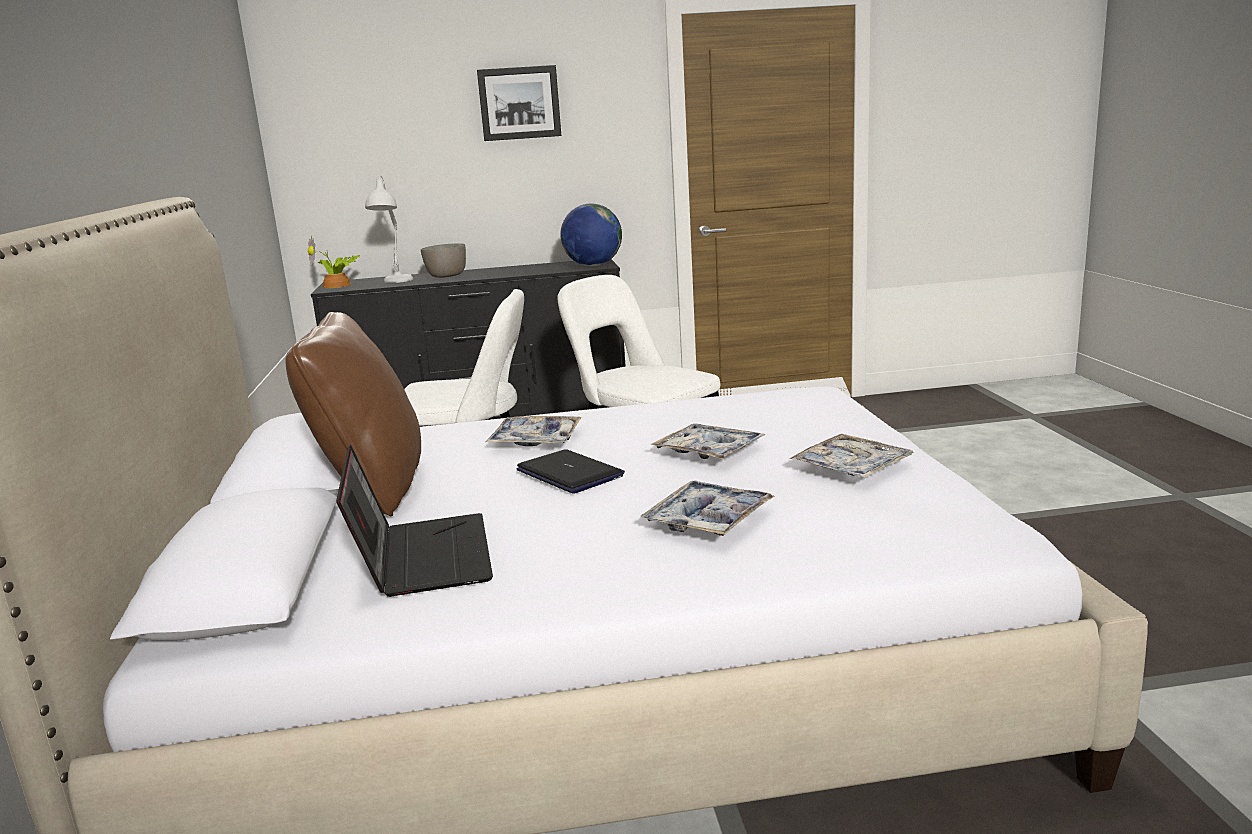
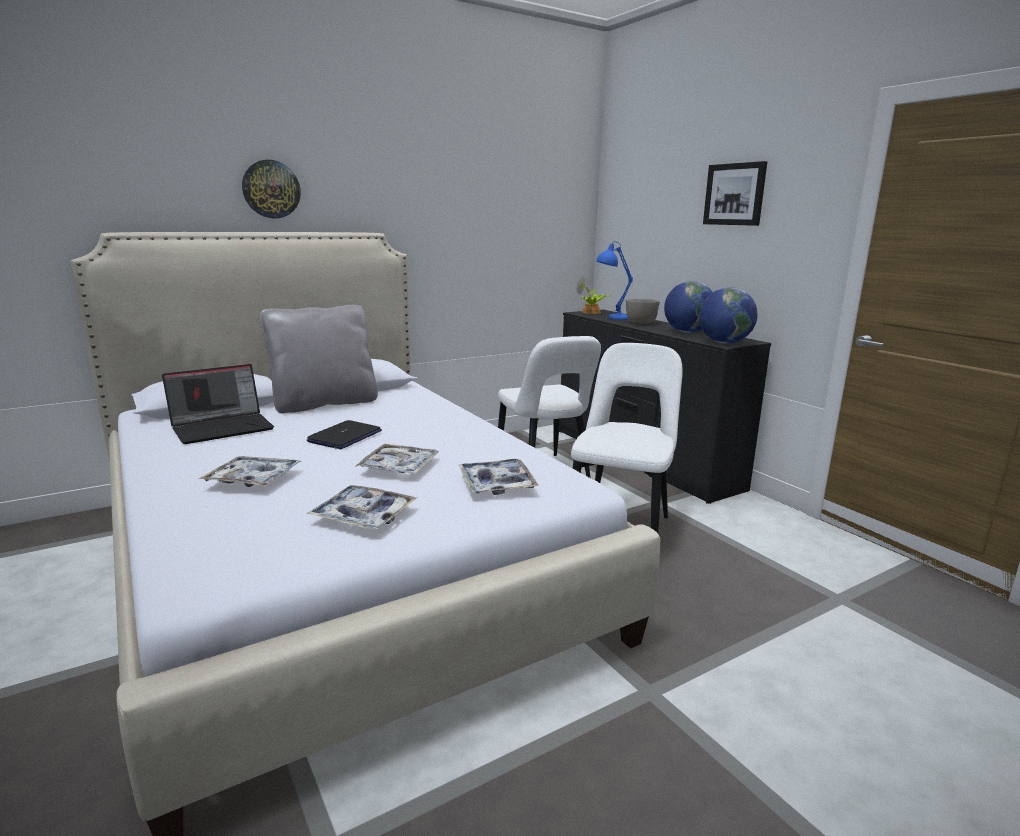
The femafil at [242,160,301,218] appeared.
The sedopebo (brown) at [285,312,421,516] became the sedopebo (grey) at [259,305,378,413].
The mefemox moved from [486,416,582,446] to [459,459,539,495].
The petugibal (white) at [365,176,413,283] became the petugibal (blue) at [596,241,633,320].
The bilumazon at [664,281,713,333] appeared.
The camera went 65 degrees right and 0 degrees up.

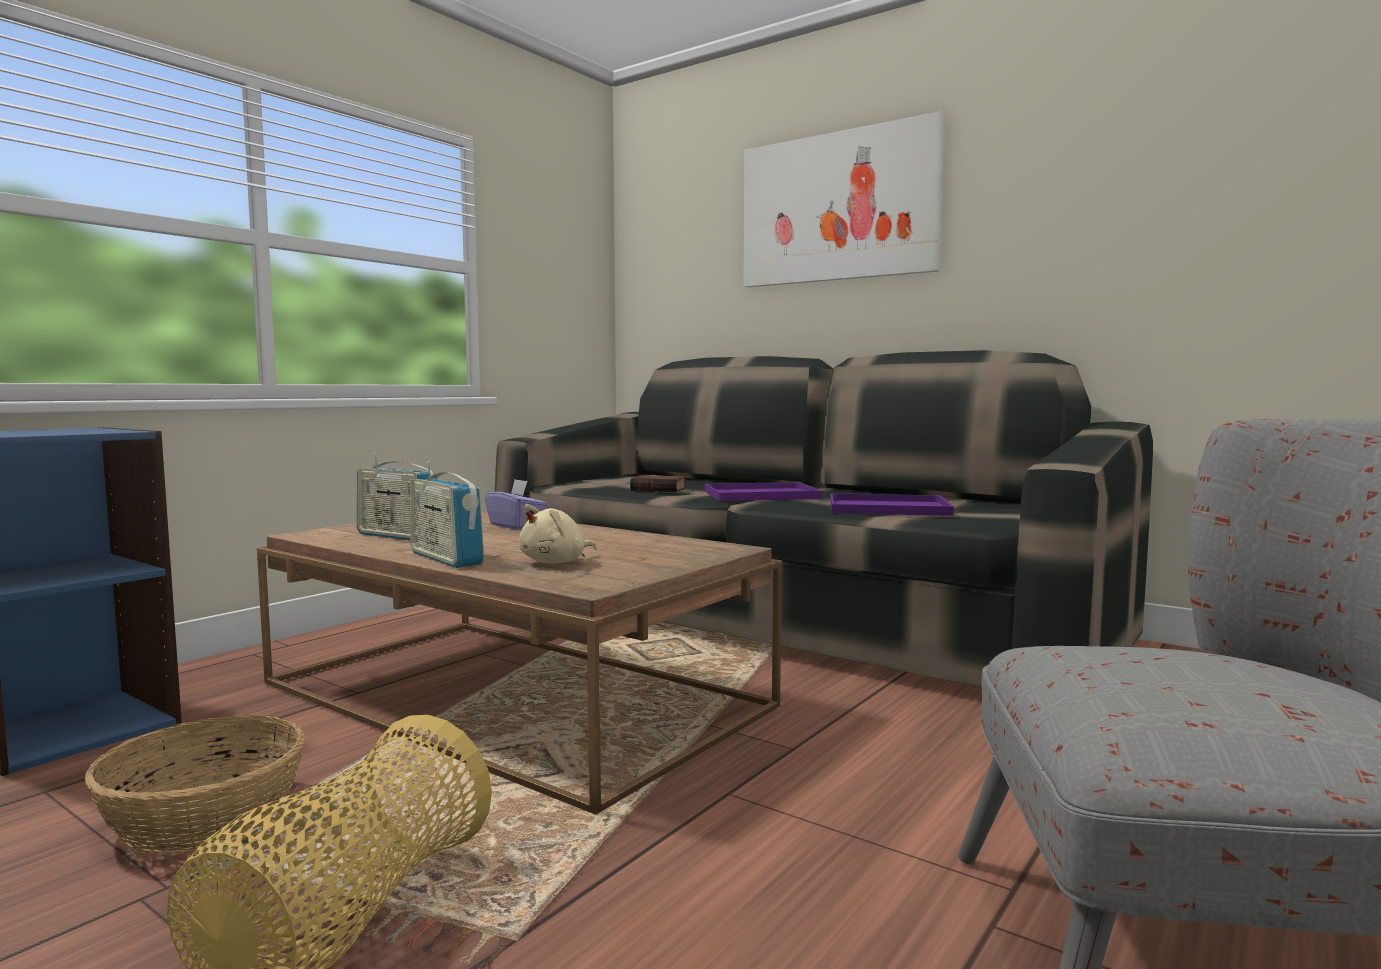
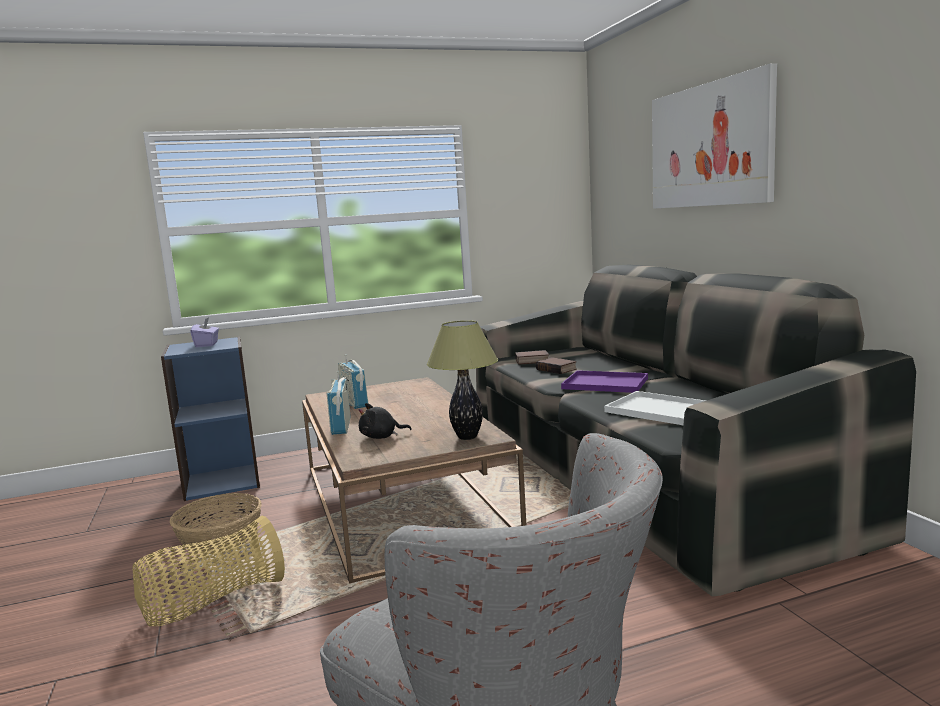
The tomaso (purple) moved from [485,479,548,530] to [190,317,219,347].
The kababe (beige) at [519,504,597,564] became the kababe (black) at [358,403,412,439].
The petugibal at [427,320,498,440] appeared.
The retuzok at [515,350,549,365] appeared.
The mefemox (purple) at [830,493,954,516] became the mefemox (white) at [604,391,706,425].
The camera went 35 degrees right and 5 degrees up.

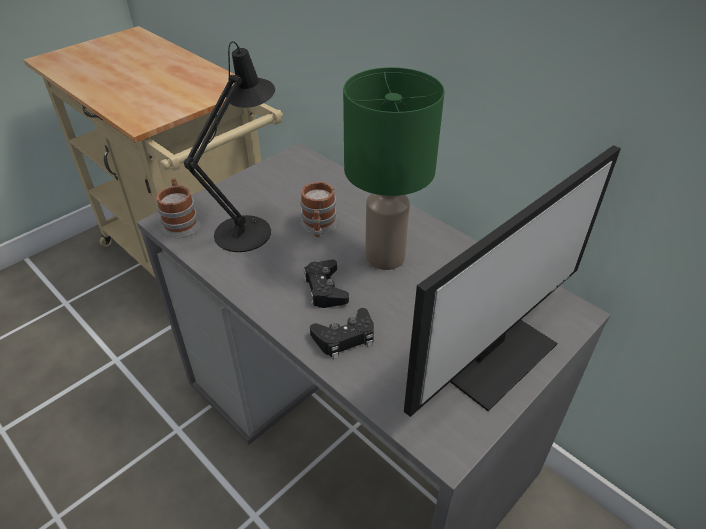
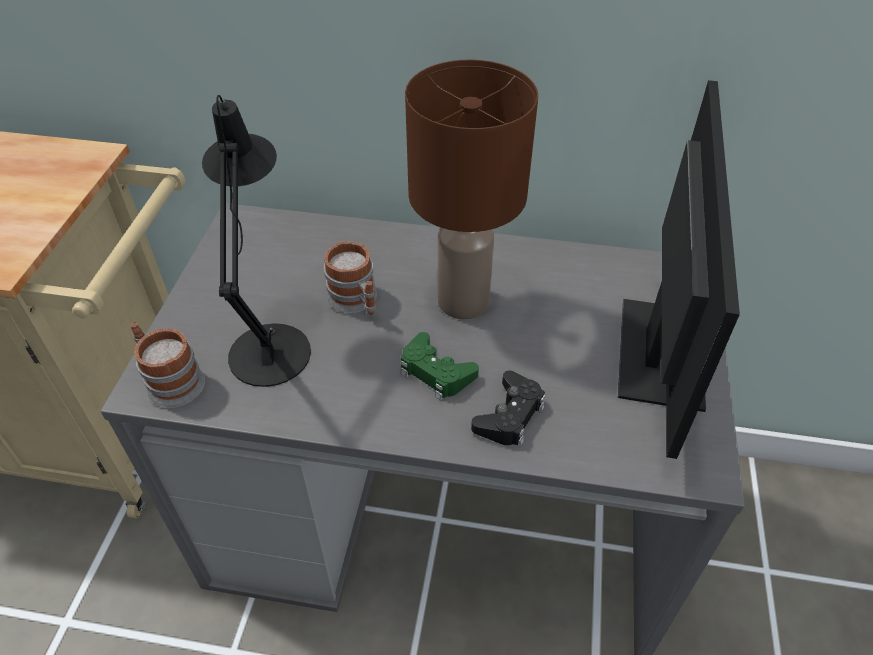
The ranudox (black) at [304,259,349,308] became the ranudox (green) at [401,332,479,400].
The petugibal (green) at [343,67,444,270] became the petugibal (brown) at [405,60,538,319].
The camera went 35 degrees left and 5 degrees up.

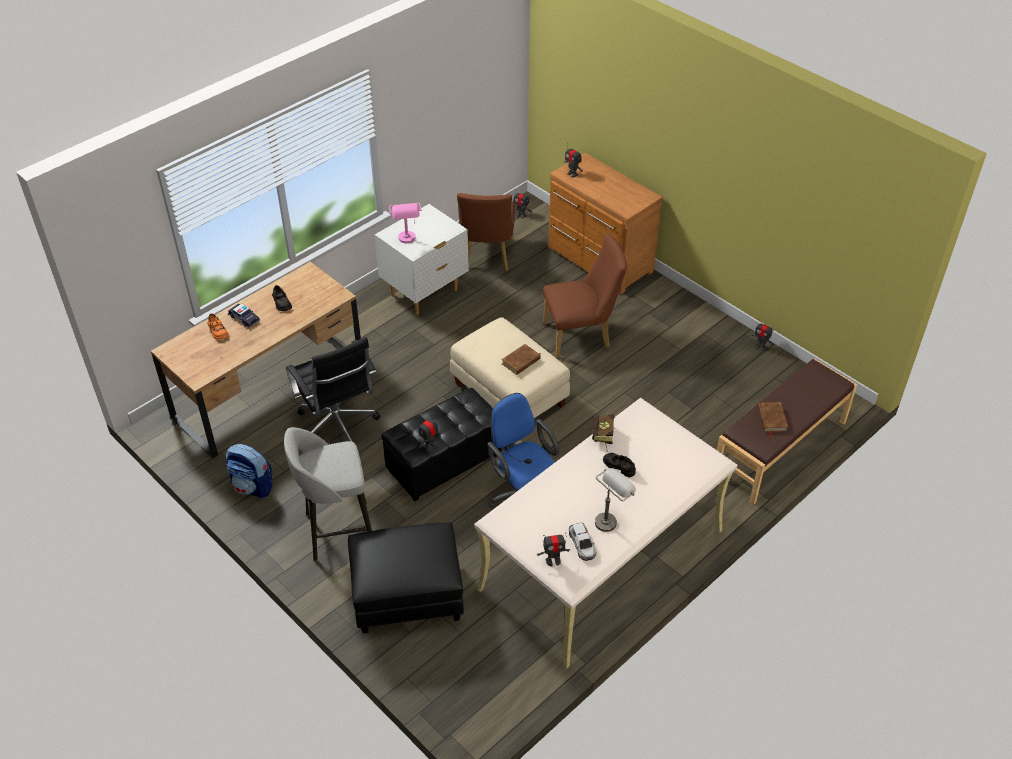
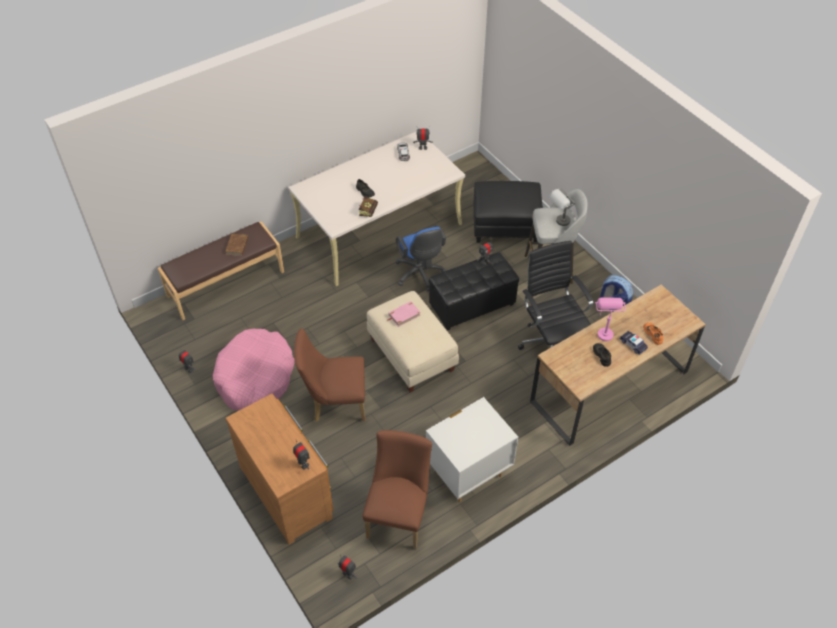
The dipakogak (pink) at [213,329,295,410] appeared.
The retuzok (brown) at [502,344,541,375] became the retuzok (pink) at [387,301,421,327].
The petugibal (grey) moved from [595,468,636,532] to [549,188,575,226].
The petugibal (pink) moved from [389,203,422,243] to [595,298,626,341].
The camera went 170 degrees left and 5 degrees up.

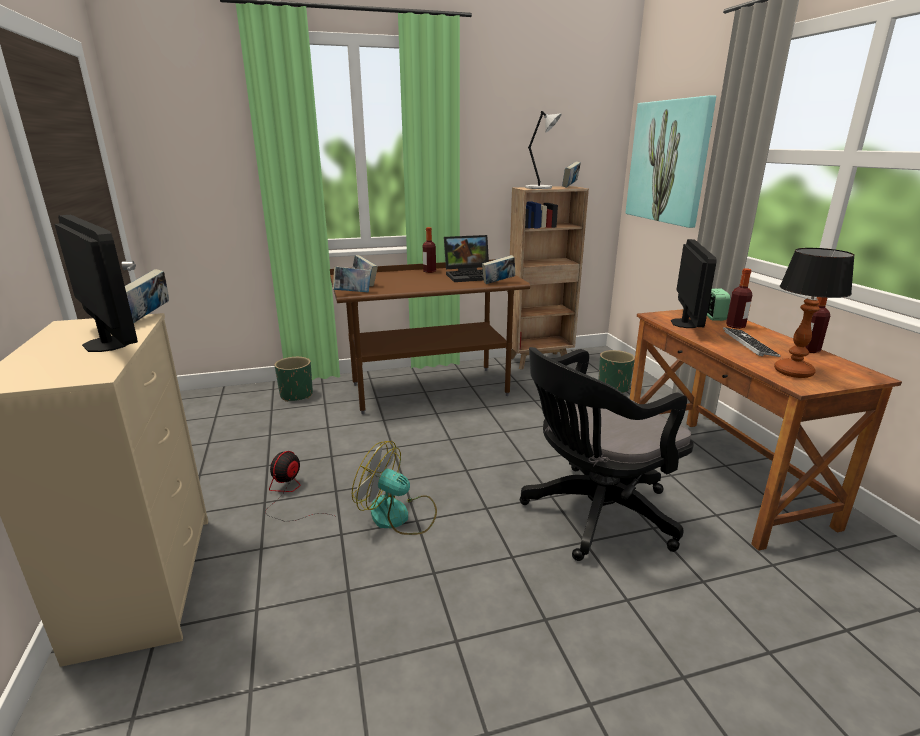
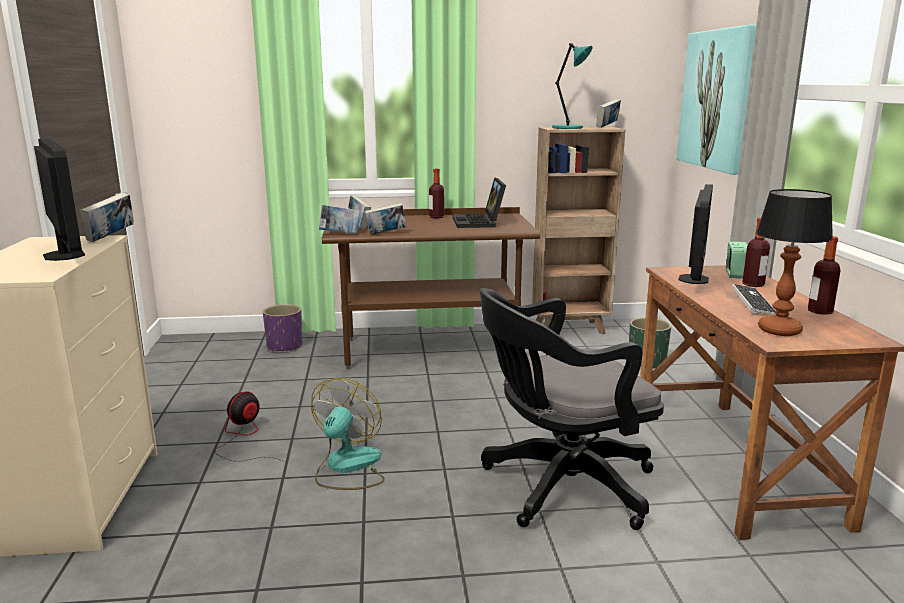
The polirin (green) at [275,357,313,402] became the polirin (purple) at [263,304,302,352].
The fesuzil at [352,441,437,535] turned 75 degrees clockwise.
The retuzok moved from [482,255,515,284] to [365,203,407,235].
The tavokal at [444,235,489,282] turned 90 degrees clockwise.
The petugibal (grey) at [525,111,562,189] became the petugibal (turquoise) at [552,43,593,129].
The camera went 10 degrees right and 5 degrees down.

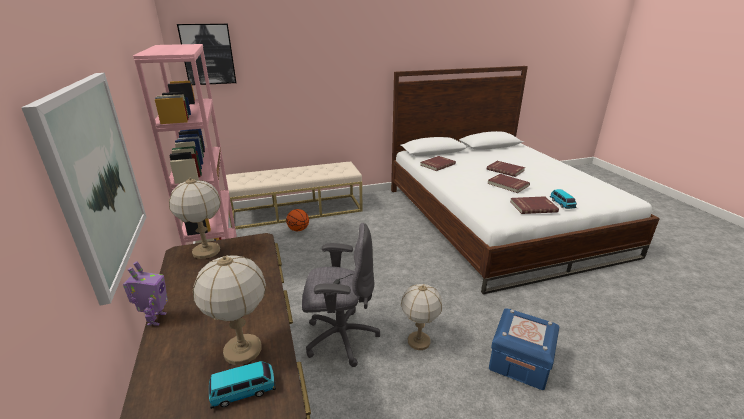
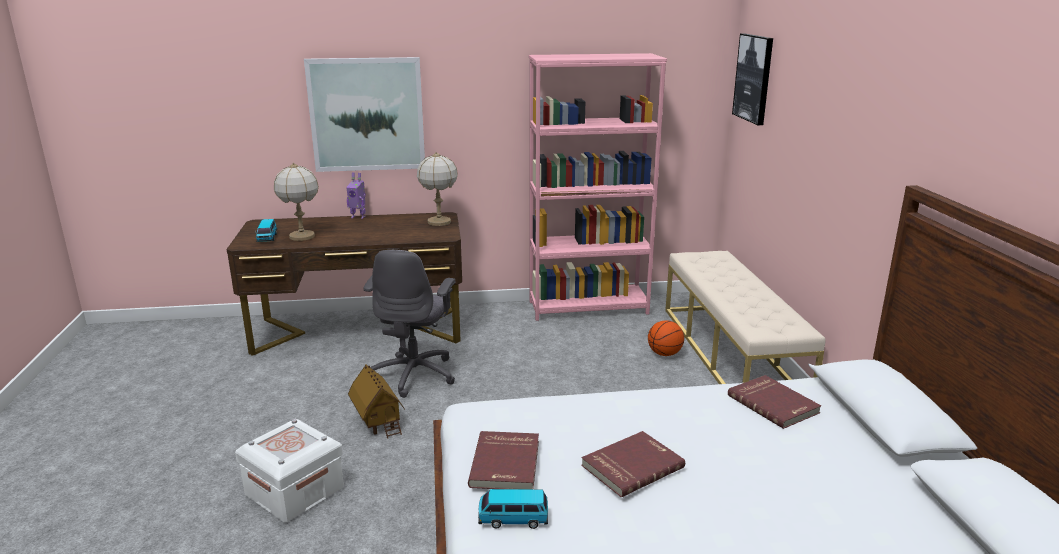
The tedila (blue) at [489,308,560,390] became the tedila (white) at [235,419,344,522].
The petugibal at [401,284,442,350] was replaced by the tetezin at [348,365,405,439].
The retuzok (red) at [487,161,525,177] disappeared.
The camera went 100 degrees right and 5 degrees down.

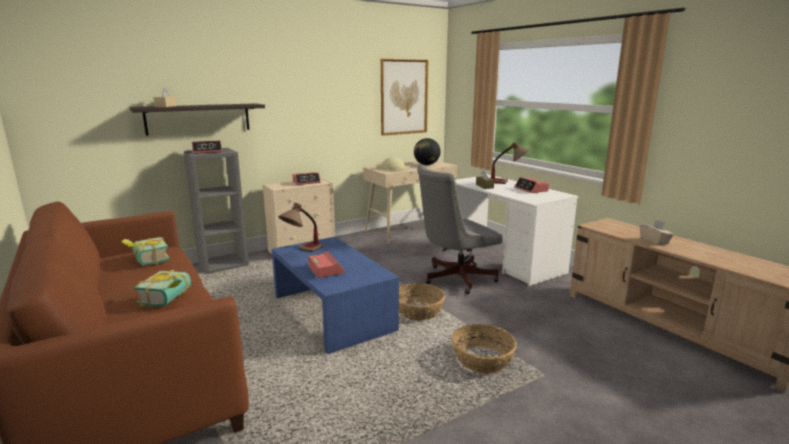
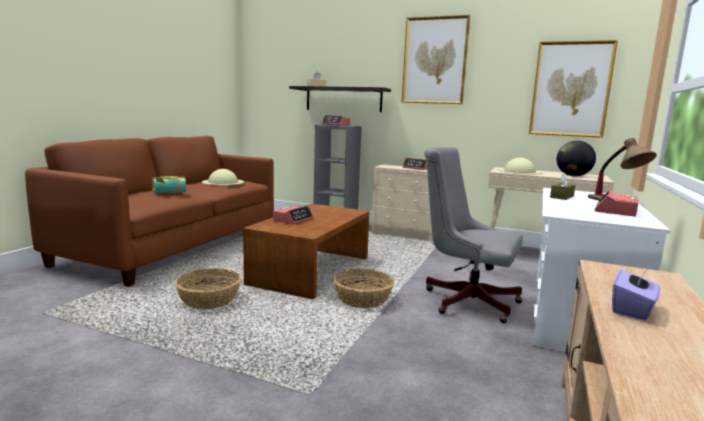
The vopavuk moved from [451,324,517,373] to [175,268,241,309].
The retuzok at [121,237,170,265] was replaced by the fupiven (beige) at [202,169,244,186].
The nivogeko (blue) at [272,237,399,354] became the nivogeko (brown) at [243,204,370,299].
The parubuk at [402,15,470,104] appeared.
The tomaso (beige) at [640,220,674,245] became the tomaso (purple) at [612,267,660,321].
The petugibal at [279,203,324,252] disappeared.
The camera went 55 degrees right and 5 degrees down.

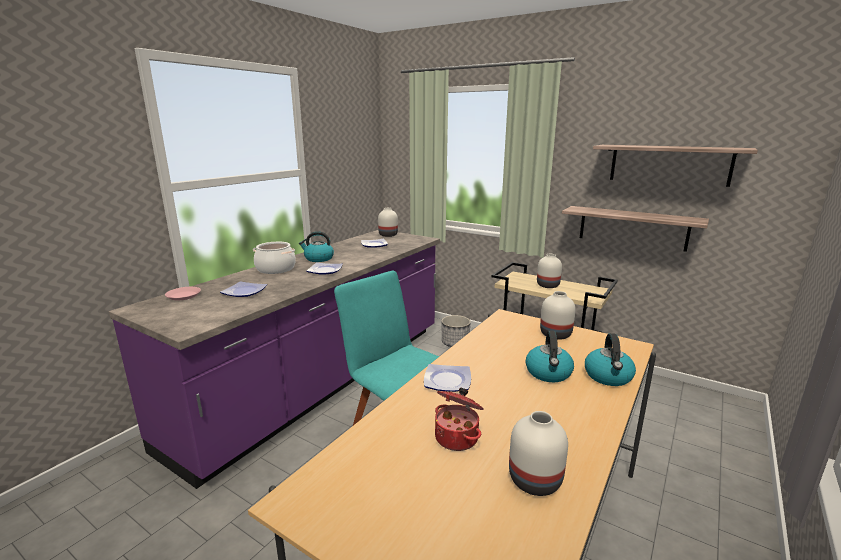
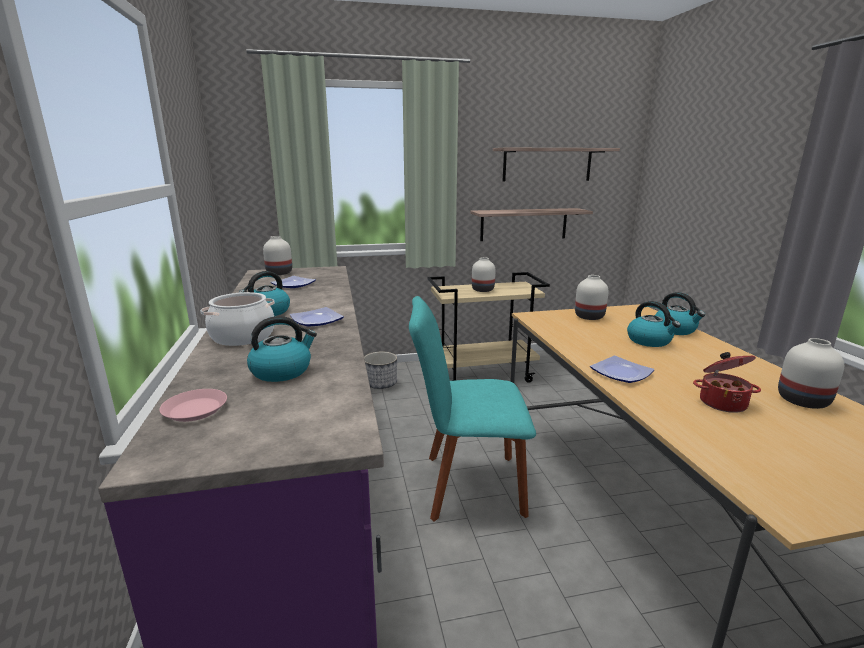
The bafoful at [220,281,267,297] was replaced by the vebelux at [247,316,317,382].
The camera went 45 degrees left and 0 degrees up.

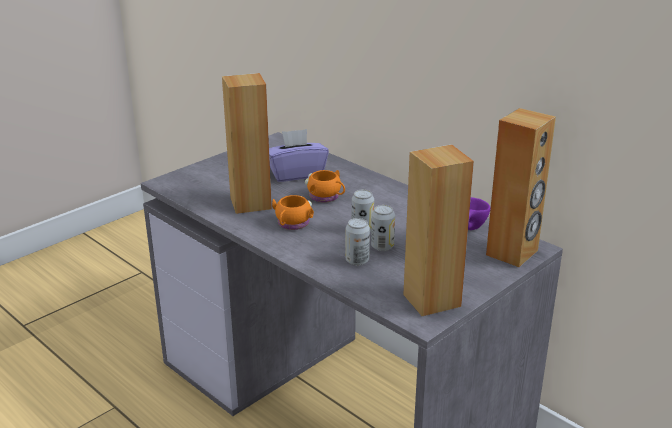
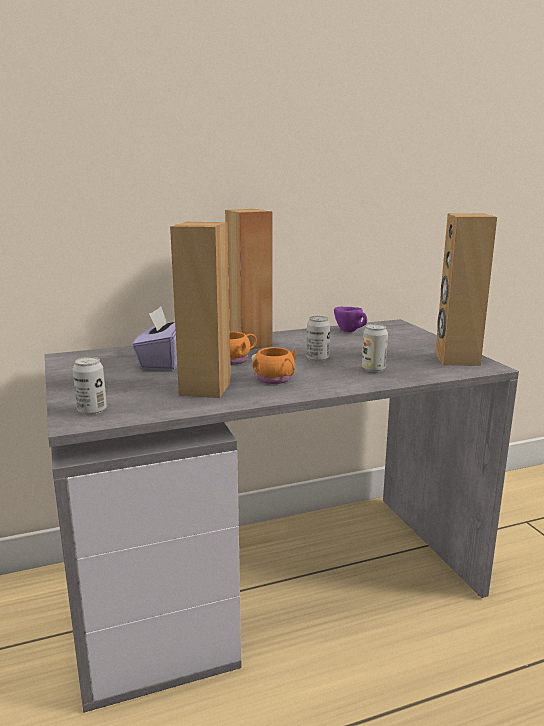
The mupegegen moved from [371,205,395,251] to [73,357,107,415].
The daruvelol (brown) moved from [486,108,556,267] to [225,209,273,350].
The camera went 65 degrees left and 10 degrees down.

